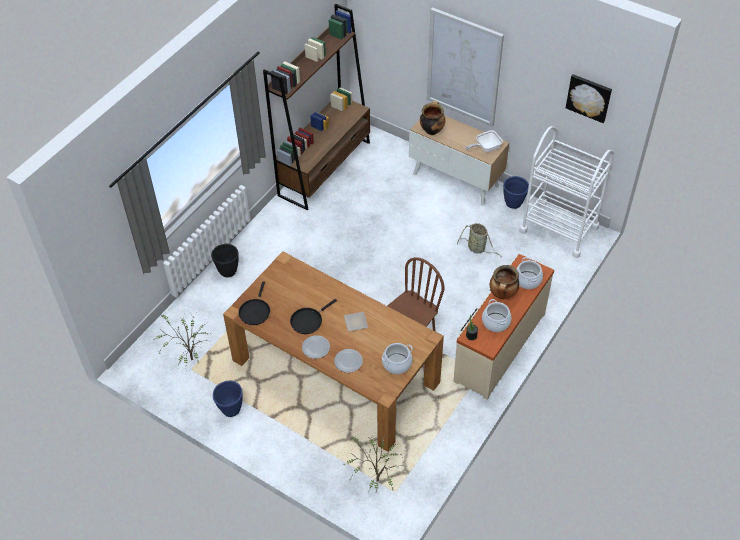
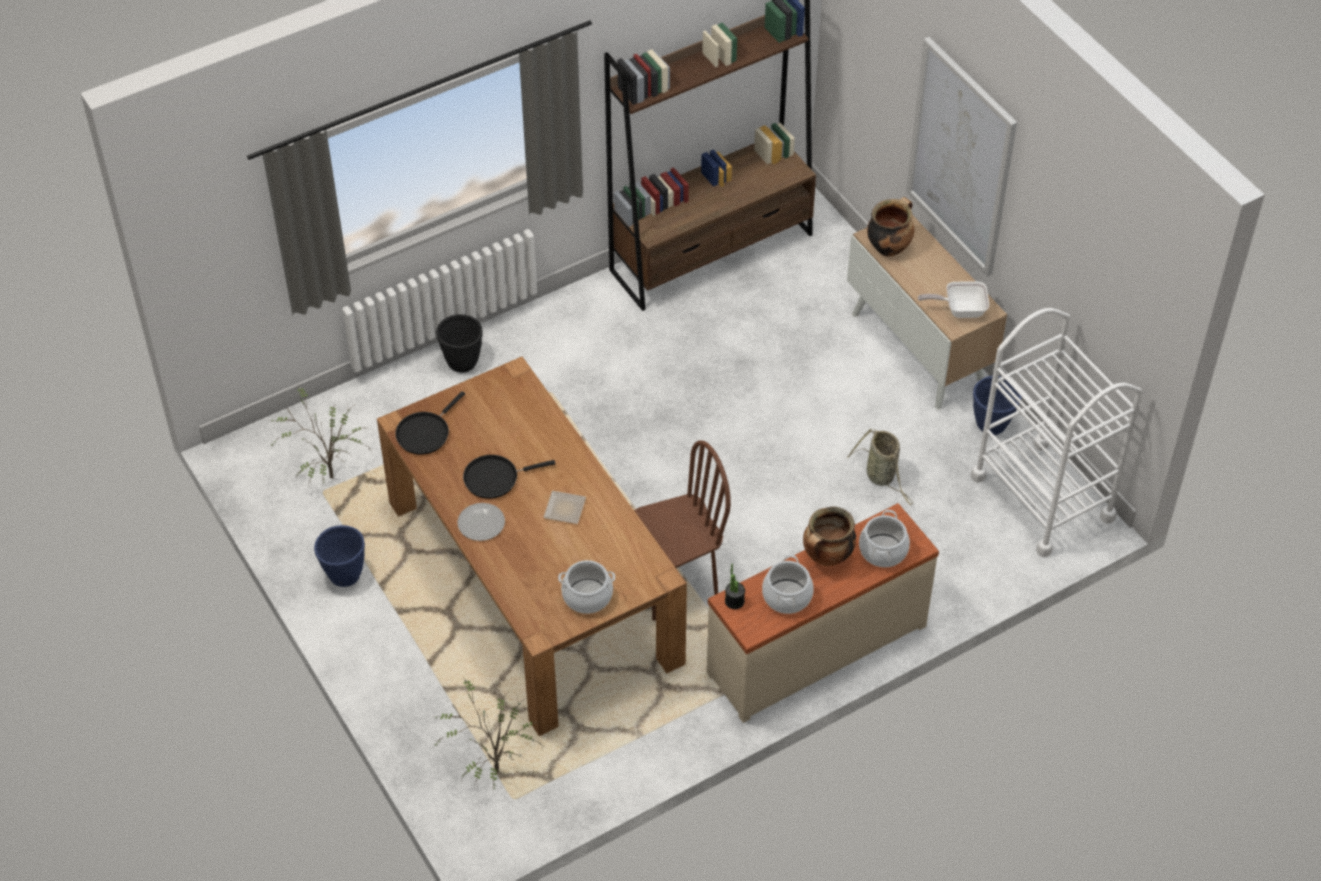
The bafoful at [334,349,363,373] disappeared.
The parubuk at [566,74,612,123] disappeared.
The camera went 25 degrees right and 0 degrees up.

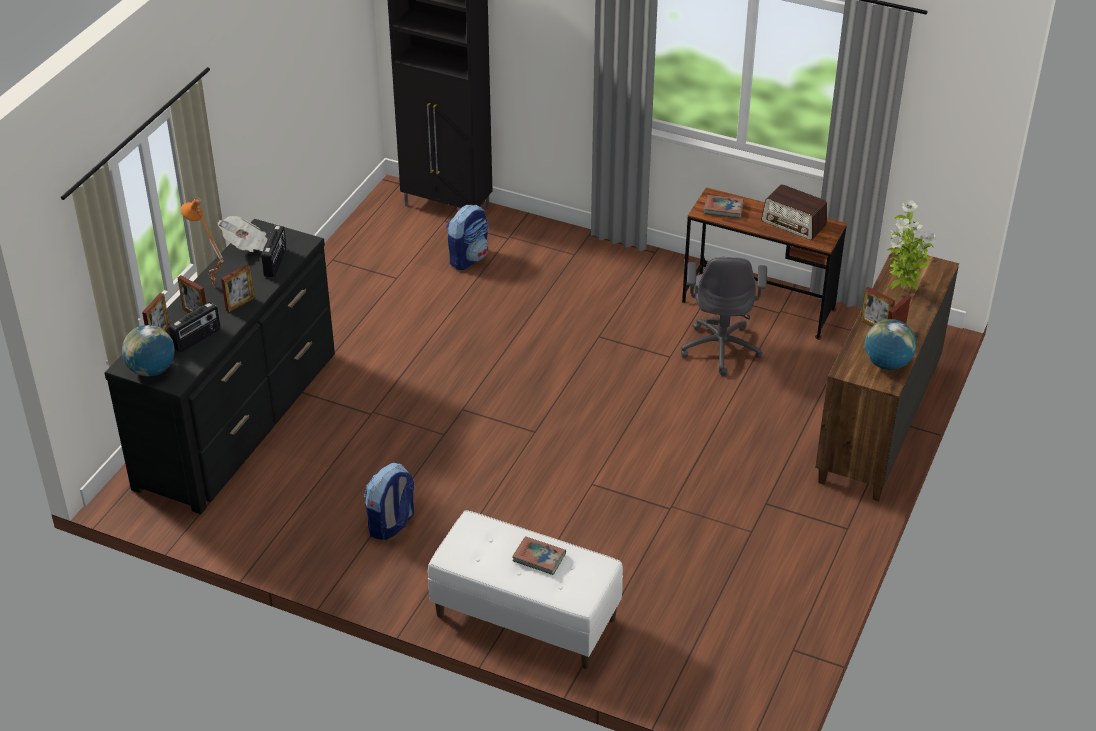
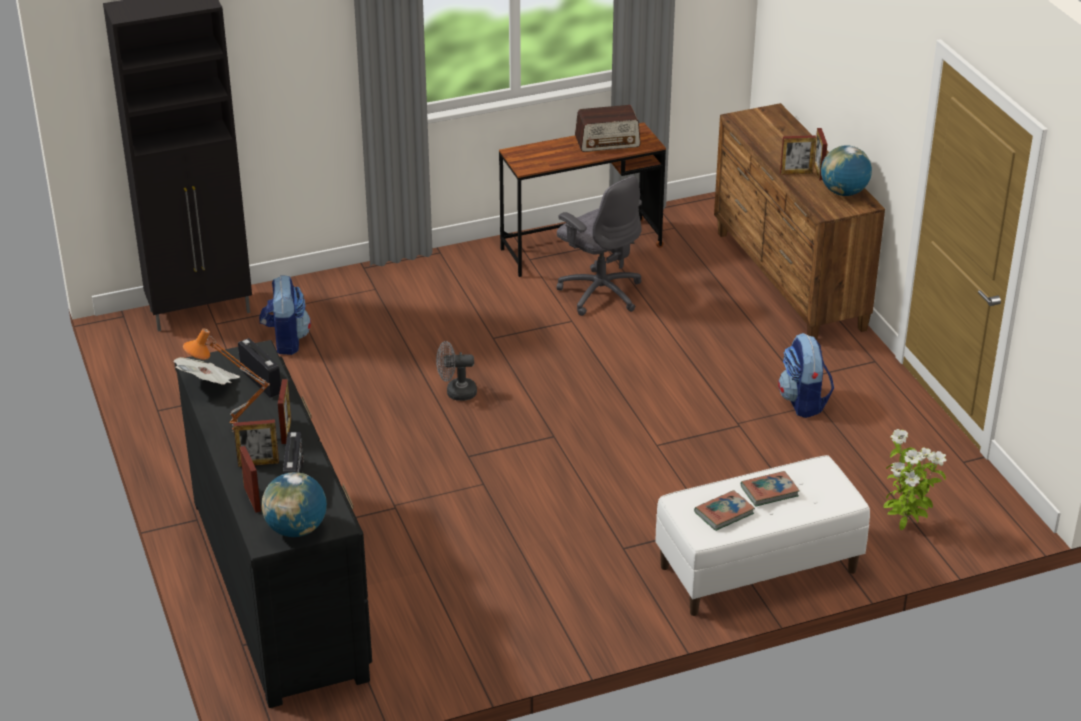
The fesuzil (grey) at [436,341,477,401] appeared.
The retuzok moved from [704,195,744,218] to [694,490,755,531].
The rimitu moved from [364,463,414,540] to [778,333,834,418].
The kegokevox moved from [887,200,936,290] to [883,429,946,530].
The camera went 45 degrees left and 5 degrees down.

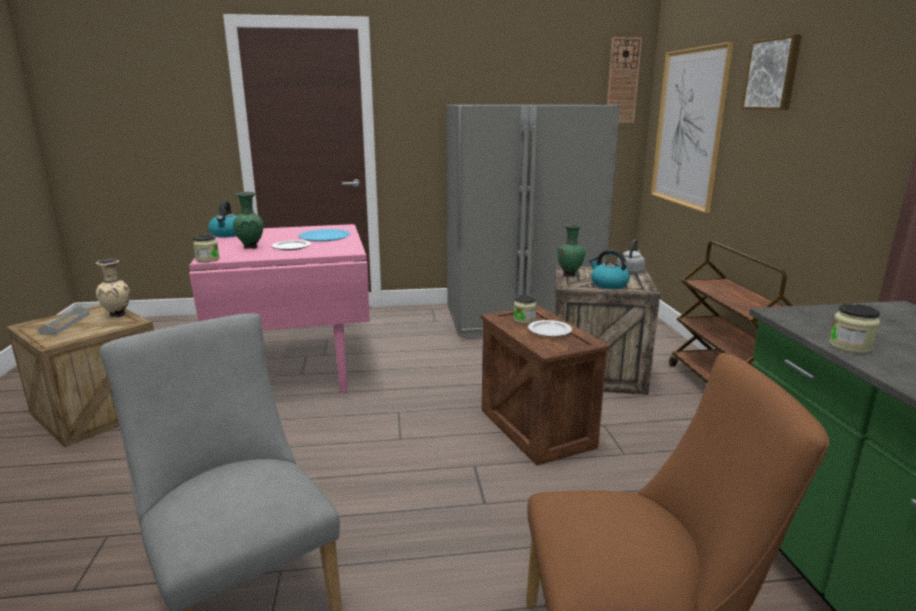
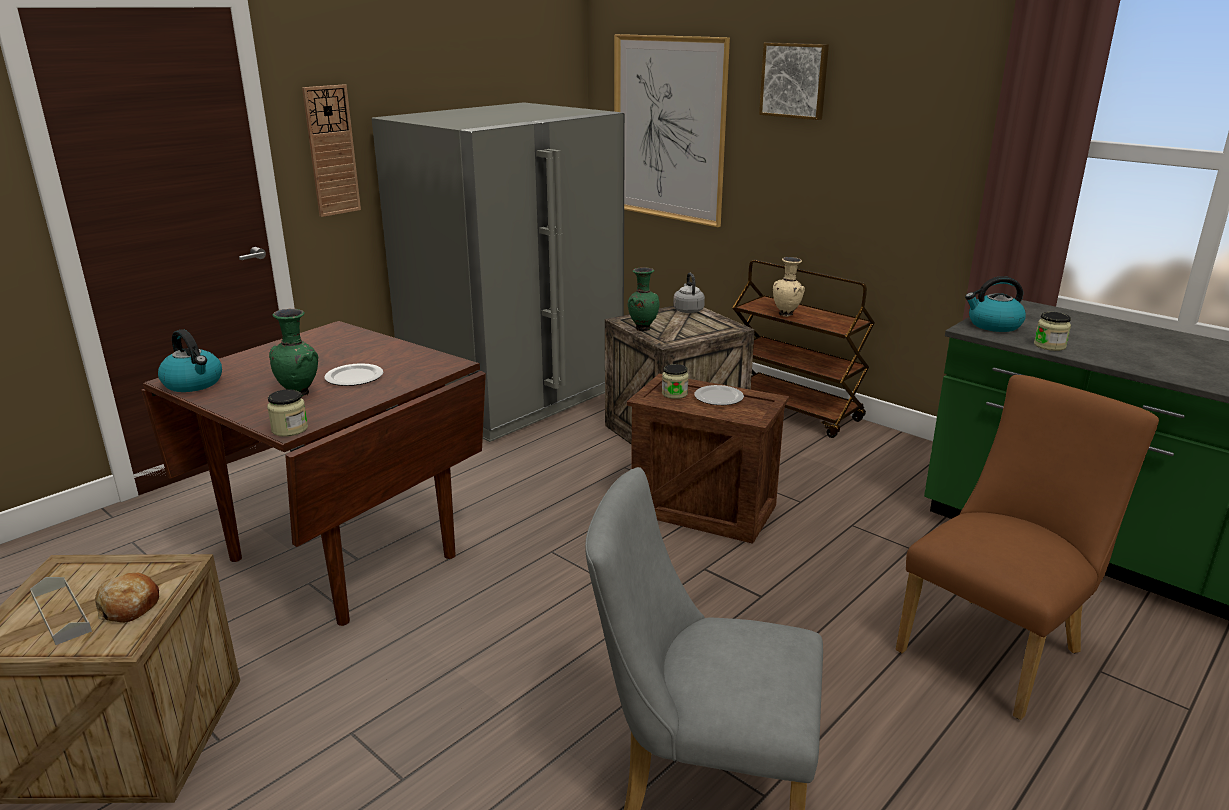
The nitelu at [95,573,159,623] appeared.
The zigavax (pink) at [189,224,370,393] became the zigavax (brown) at [141,321,486,626].
The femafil moved from [607,37,642,123] to [302,84,361,217].
The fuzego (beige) moved from [96,259,130,317] to [773,257,805,317].
The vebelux moved from [589,250,630,289] to [965,276,1026,332].
The bafoful (blue) at [299,229,350,242] disappeared.
The camera went 40 degrees left and 5 degrees up.

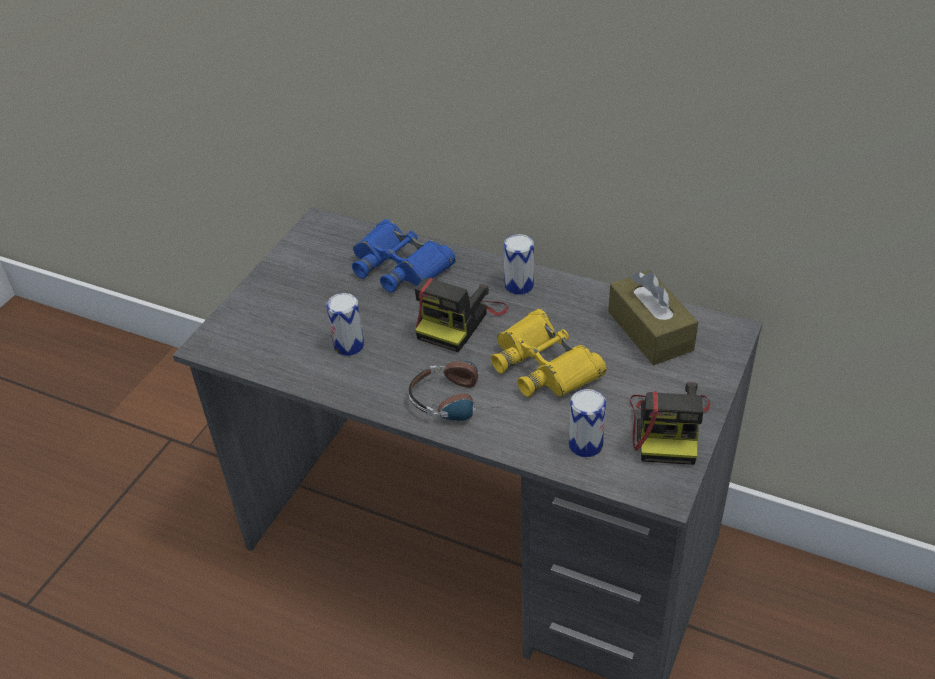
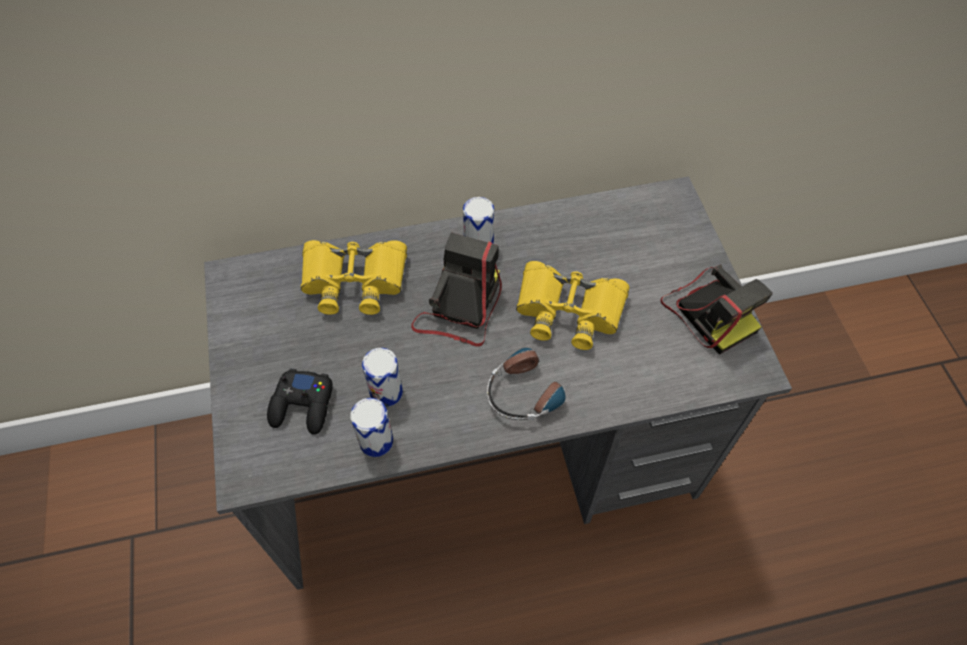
The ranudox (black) at [267,368,333,434] appeared.
The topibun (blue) at [352,219,456,293] became the topibun (yellow) at [301,240,407,315].
The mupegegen moved from [569,389,606,457] to [350,398,393,457].
The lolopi at [415,278,509,352] turned 150 degrees counterclockwise.
The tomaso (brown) at [608,270,698,365] disappeared.
The camera went 40 degrees left and 15 degrees up.

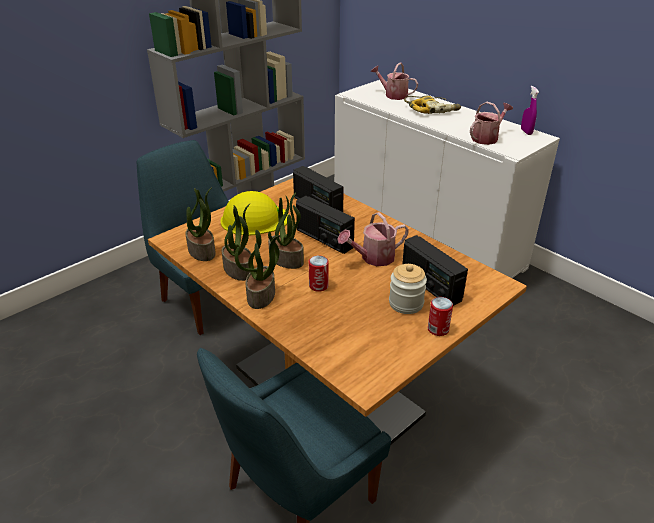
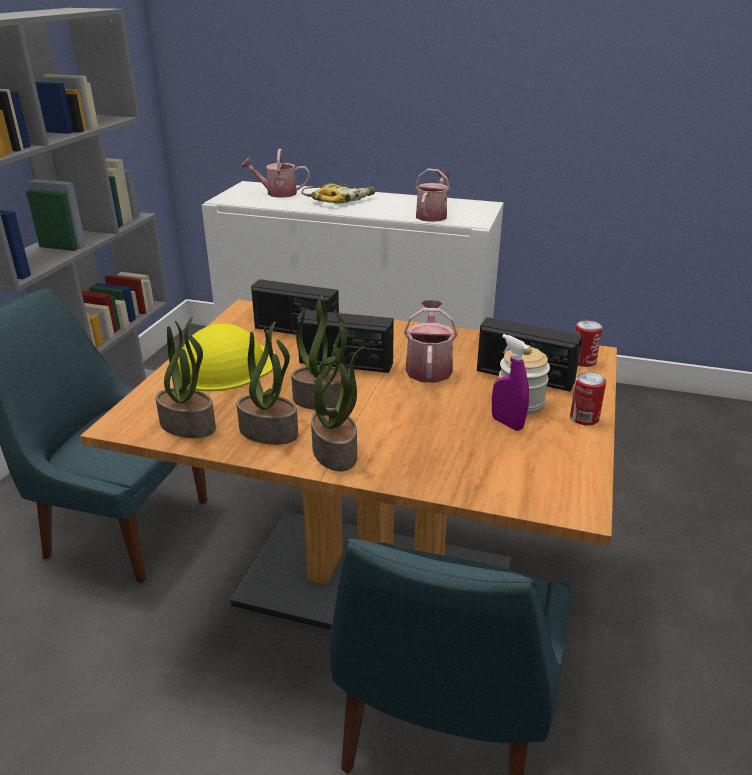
The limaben at [337,212,409,266] turned 150 degrees clockwise.
The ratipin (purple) moved from [521,86,539,135] to [492,334,529,431].
The mupegegen moved from [309,255,329,292] to [575,320,602,367].
The camera went 30 degrees left and 5 degrees down.

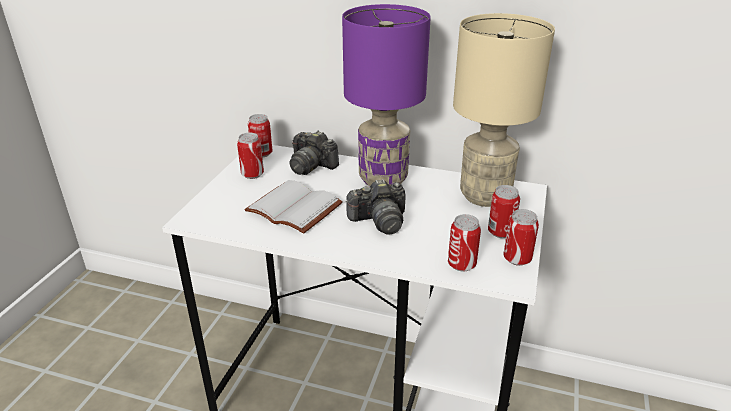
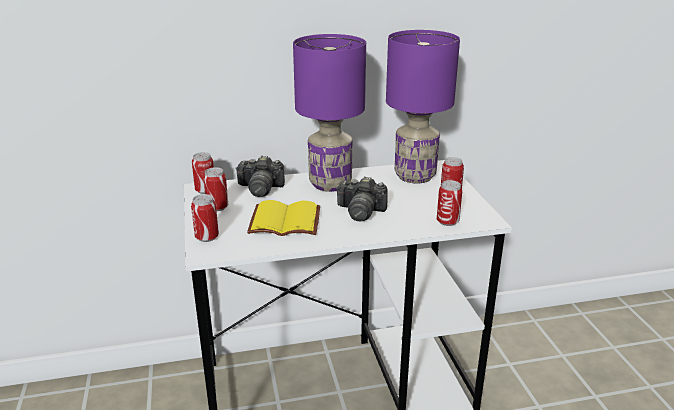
The mupegegen moved from [503,209,539,266] to [191,194,219,242].
The retuzok (white) at [245,180,343,234] became the retuzok (yellow) at [247,200,320,236].
The lolopi at [345,179,406,235] turned 60 degrees clockwise.
The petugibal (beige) at [453,13,555,207] became the petugibal (purple) at [386,30,460,184].
The camera went 30 degrees left and 5 degrees down.

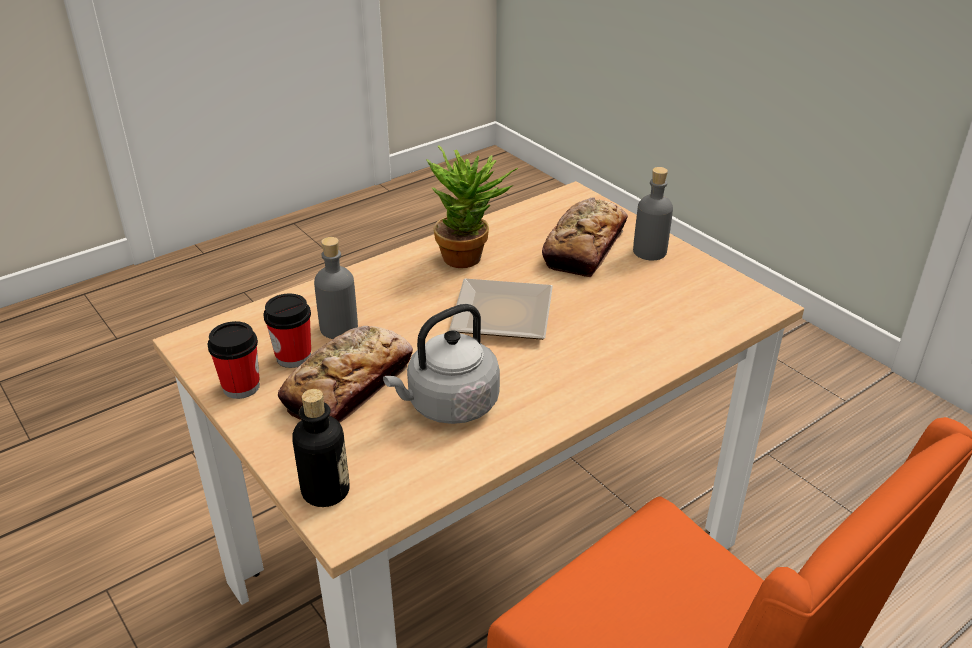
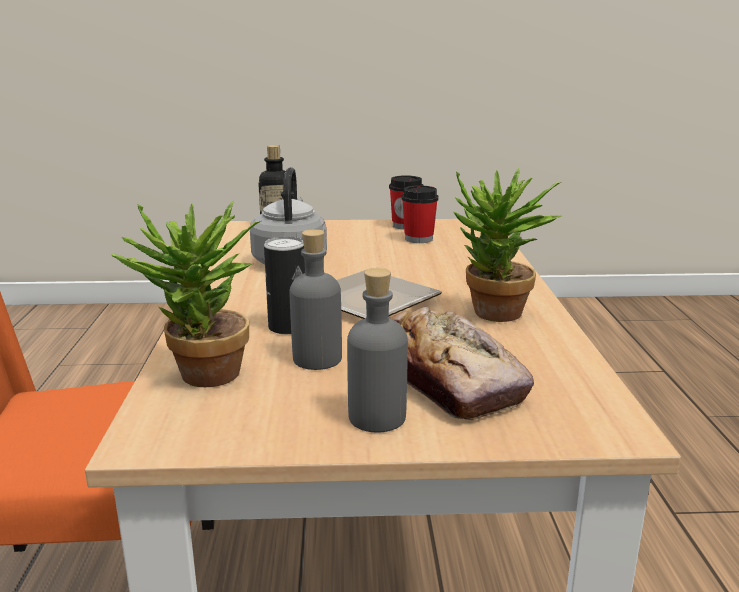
The kegokevox at [111,200,261,387] appeared.
The mupegegen at [264,236,305,334] appeared.
The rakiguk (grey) moved from [314,237,358,339] to [289,229,342,370].
The nitelu at [278,326,413,423] disappeared.
The camera went 125 degrees right and 15 degrees down.

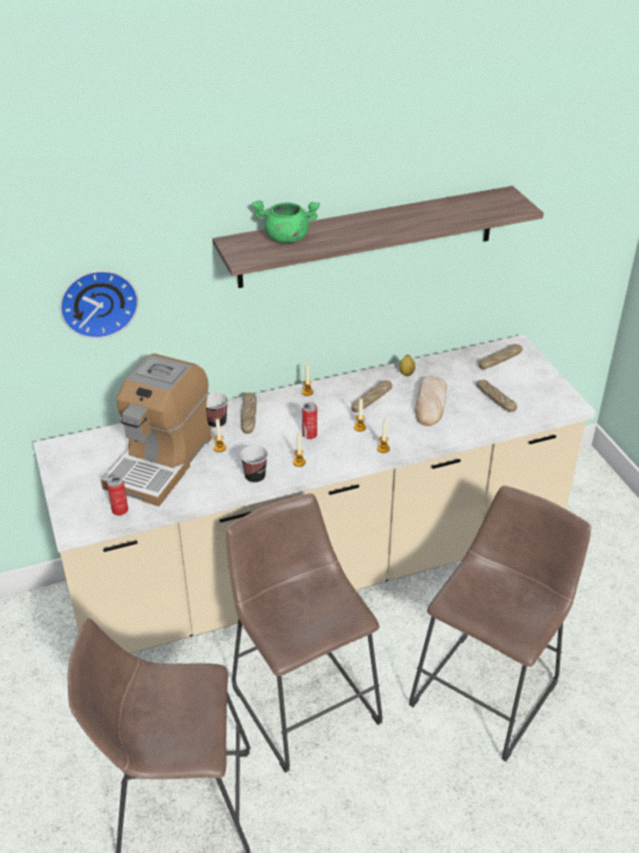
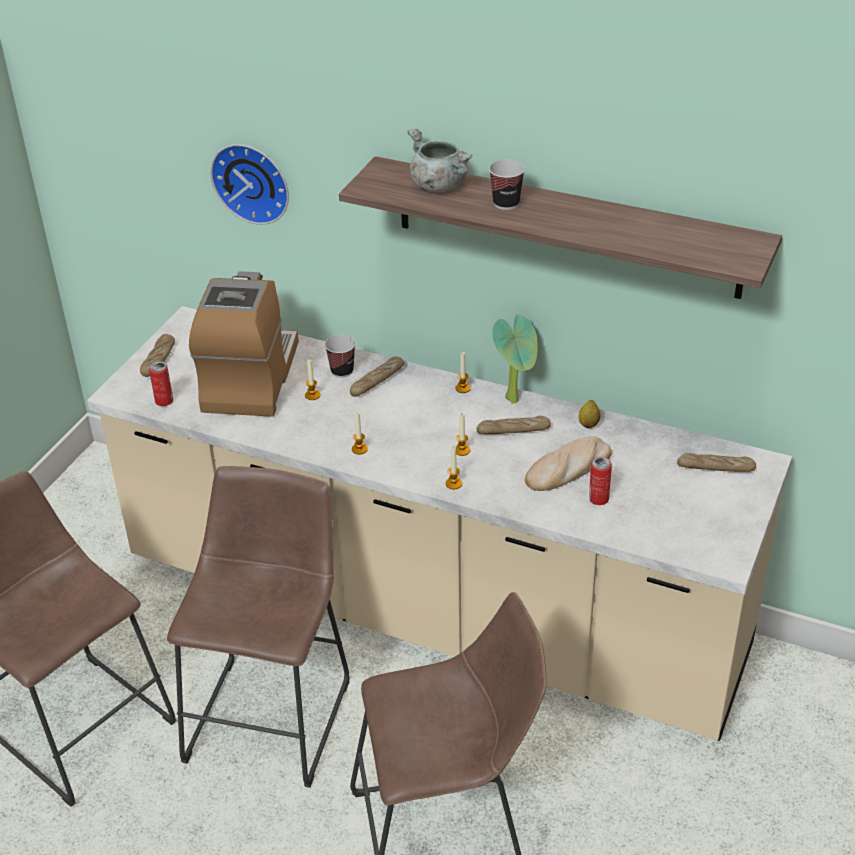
The nitelu moved from [476,380,517,412] to [140,334,175,377].
The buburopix at [101,353,212,506] turned 120 degrees clockwise.
The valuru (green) at [252,201,320,243] became the valuru (grey) at [408,129,472,192].
The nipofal moved from [240,445,268,484] to [489,159,525,210].
The kegokevox at [492,314,537,404] appeared.
The mupegegen moved from [302,402,317,439] to [589,457,612,505].
The camera went 45 degrees right and 0 degrees up.

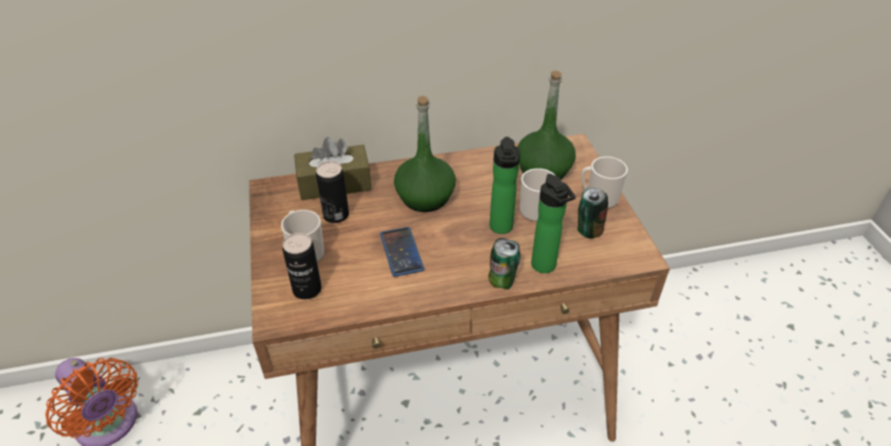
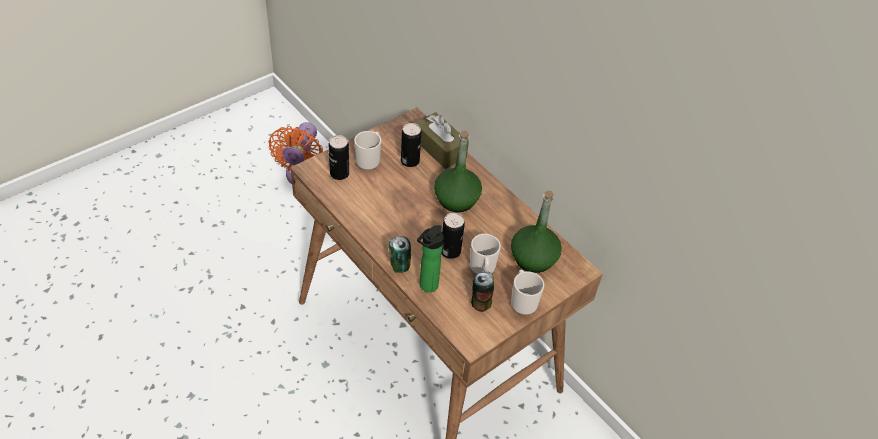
The rakiguk at [490,137,520,234] was replaced by the mupegegen at [441,213,465,259].
The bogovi at [380,227,424,277] disappeared.
The camera went 60 degrees right and 5 degrees up.

